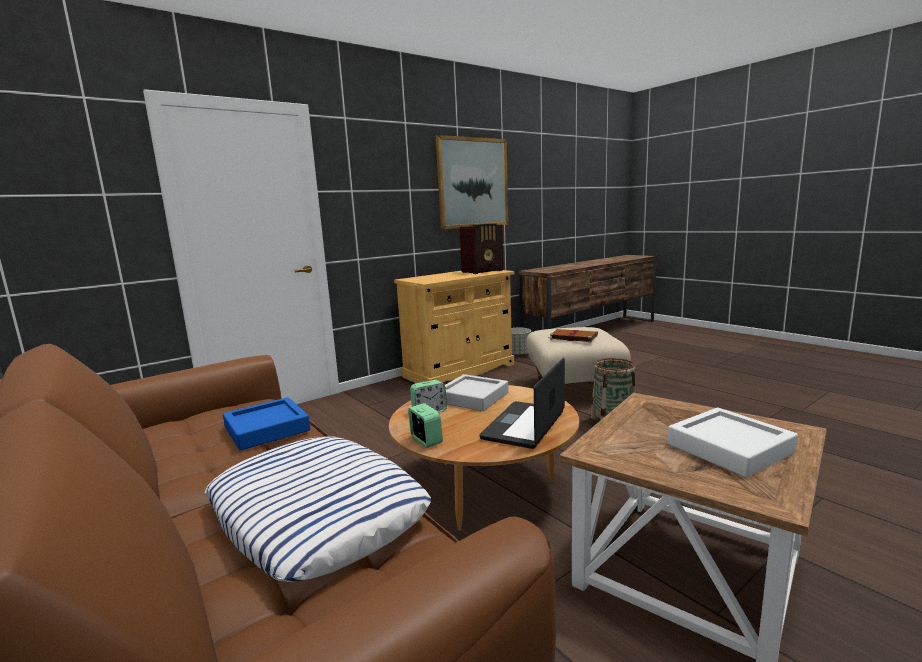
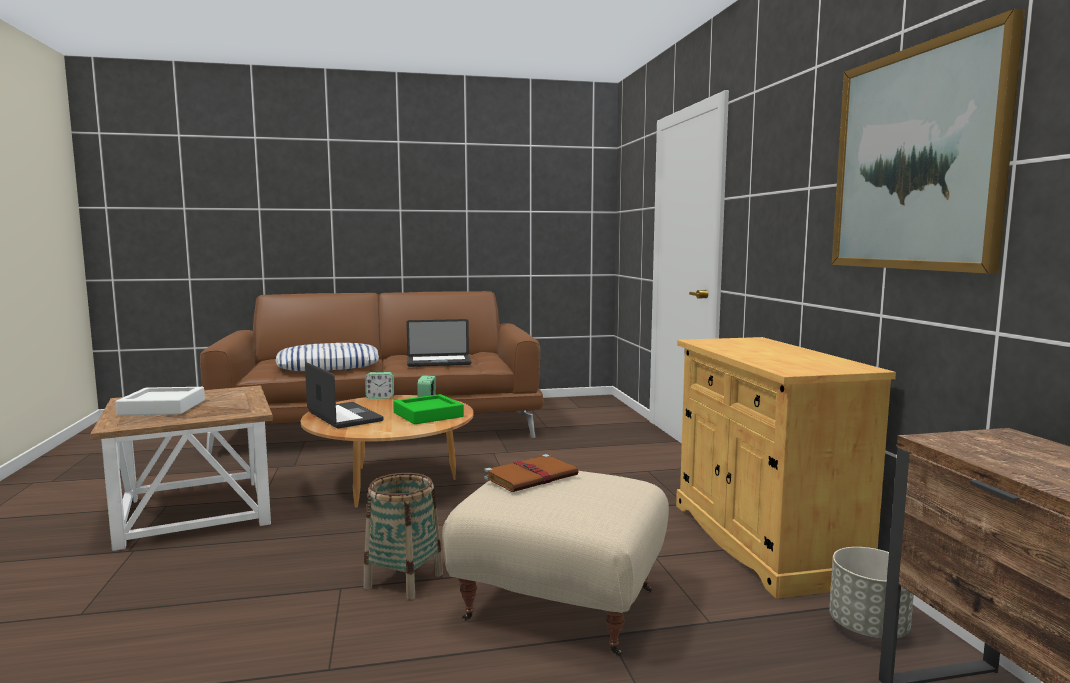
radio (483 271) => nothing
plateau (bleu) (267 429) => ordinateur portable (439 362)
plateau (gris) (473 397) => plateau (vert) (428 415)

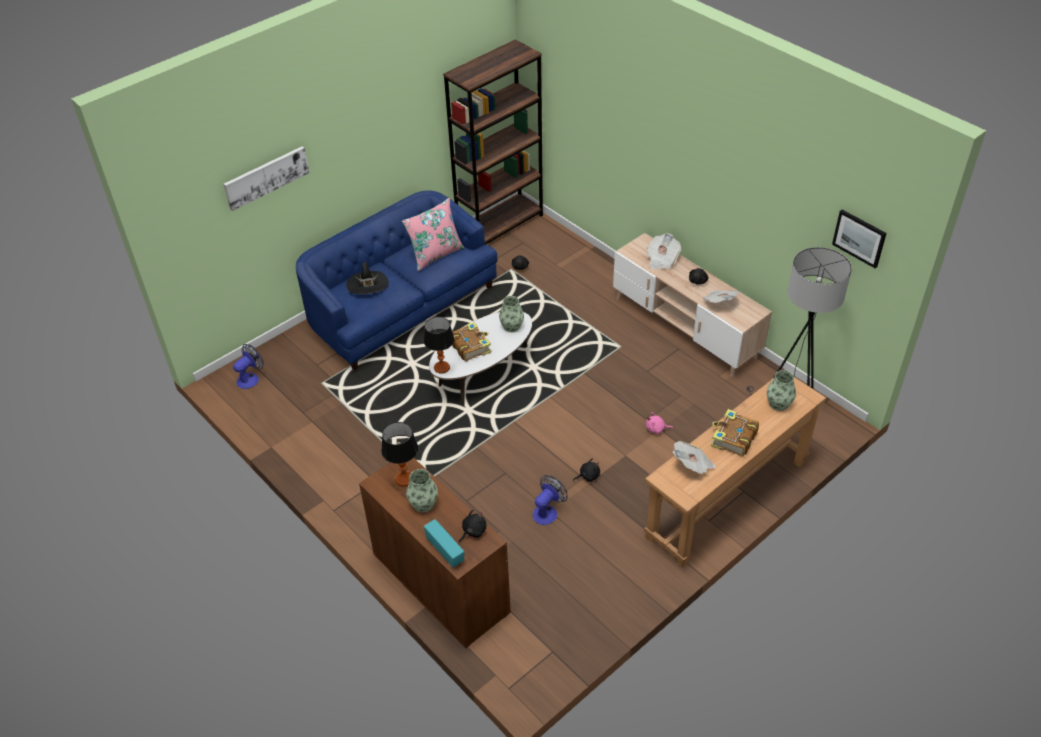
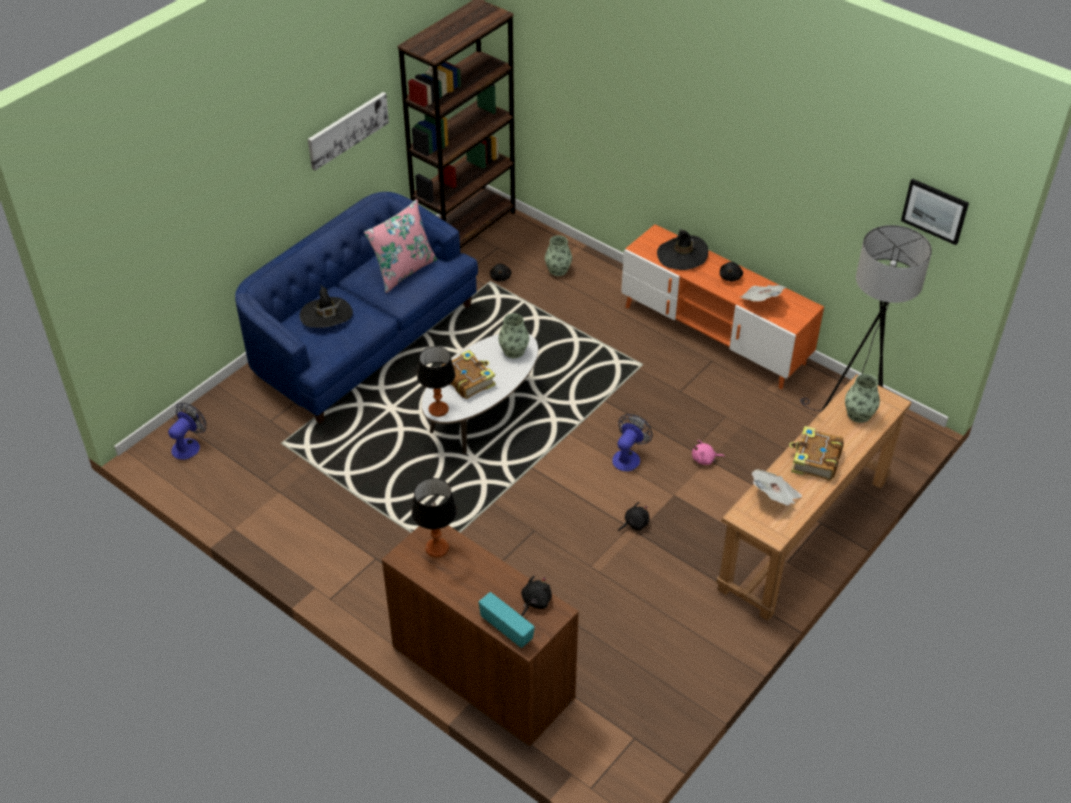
tableau (266 177) => tableau (347 129), move
vase (423 503) => vase (558 270), move
ventilateur (547 511) => ventilateur (628 457), move
journal (661 259) => chapeau (noir) (682 255)
meuble télé (beige) (685 327) => meuble télé (orange) (714 334)

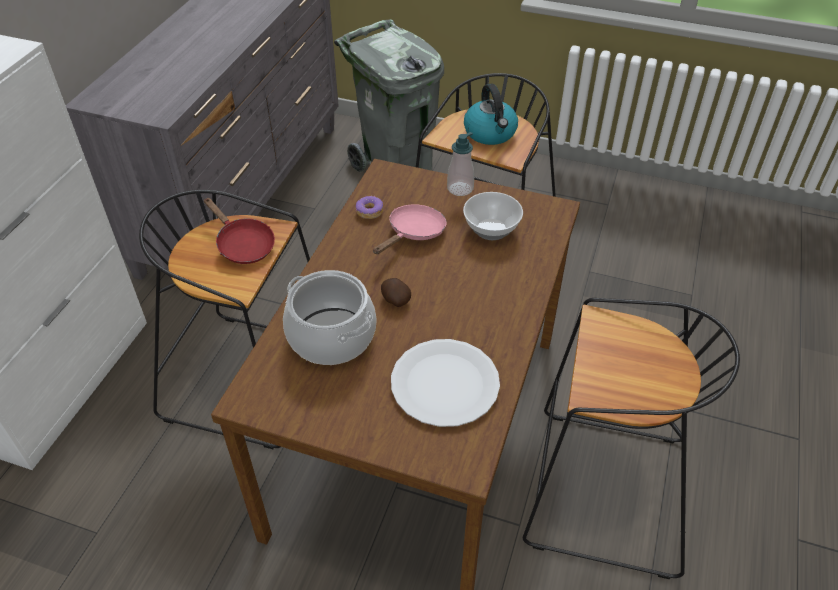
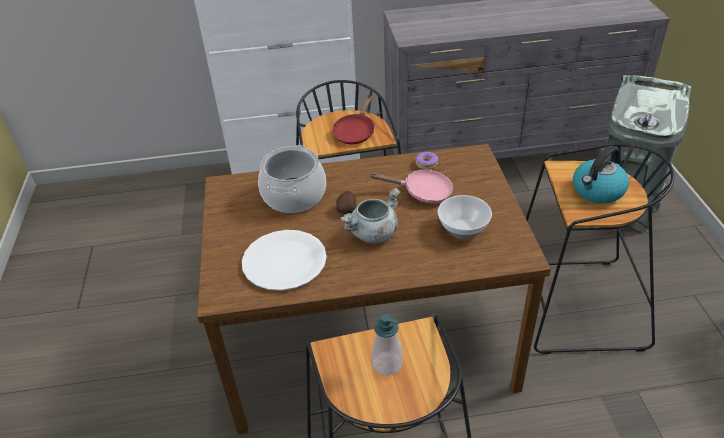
nothing => marmite (gris) (373 234)
distributeur de savon (460 188) => distributeur de savon (387 364), move

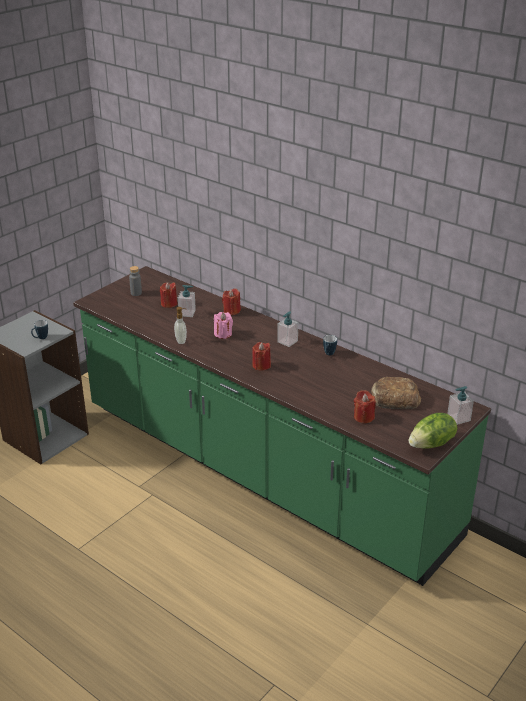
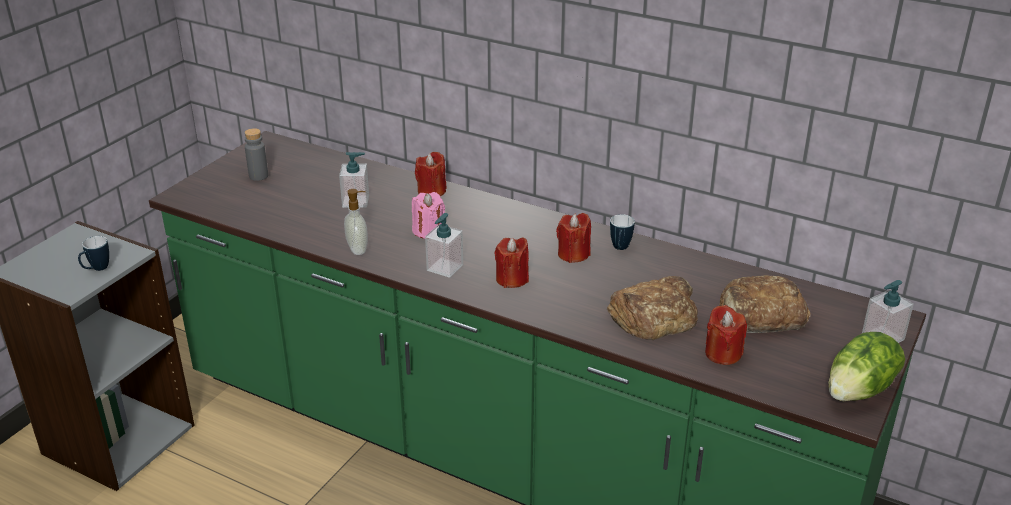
nothing => pain (654 316)
bougie (rouge) (169 304) => bougie (rouge) (573 254), move
distributeur de savon (287 341) => distributeur de savon (444 267), move

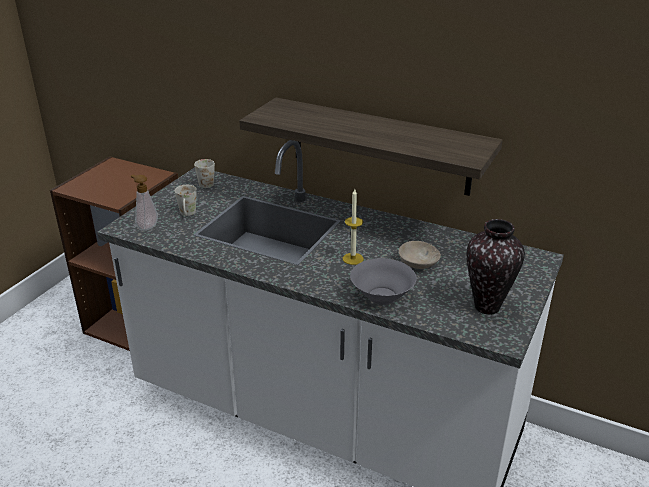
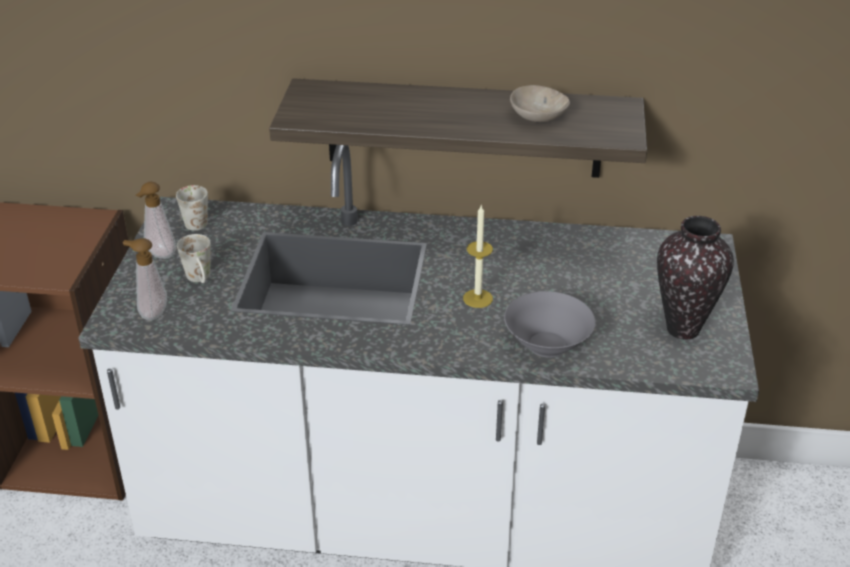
nothing => distributeur de savon (159 256)
bol (beige) (417 263) => bol (beige) (536 116), move

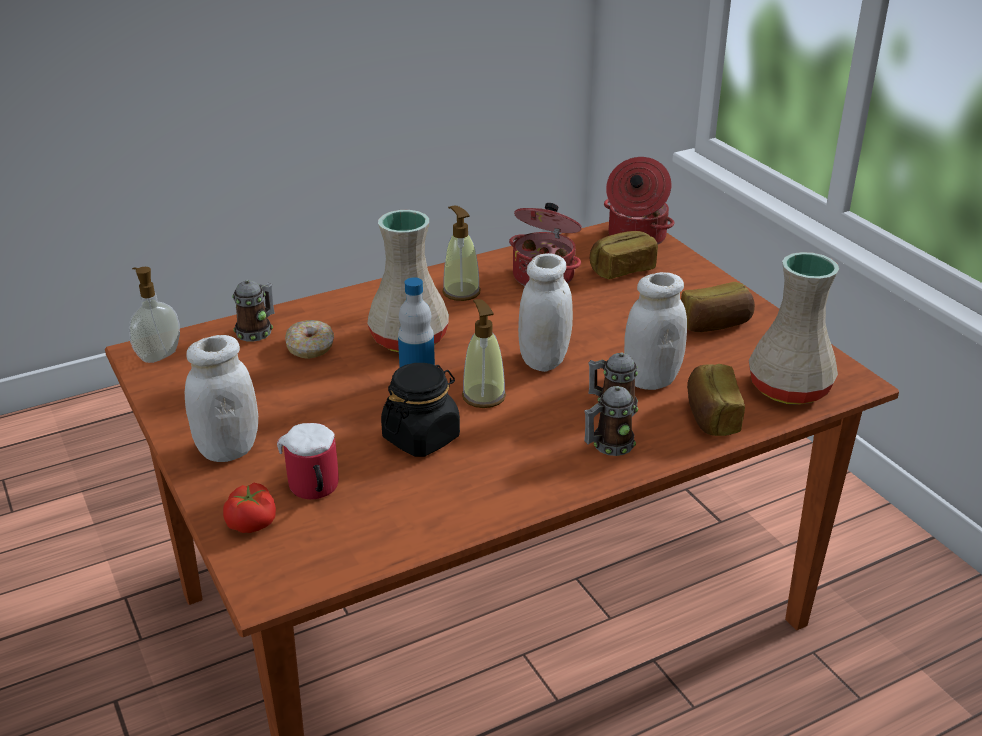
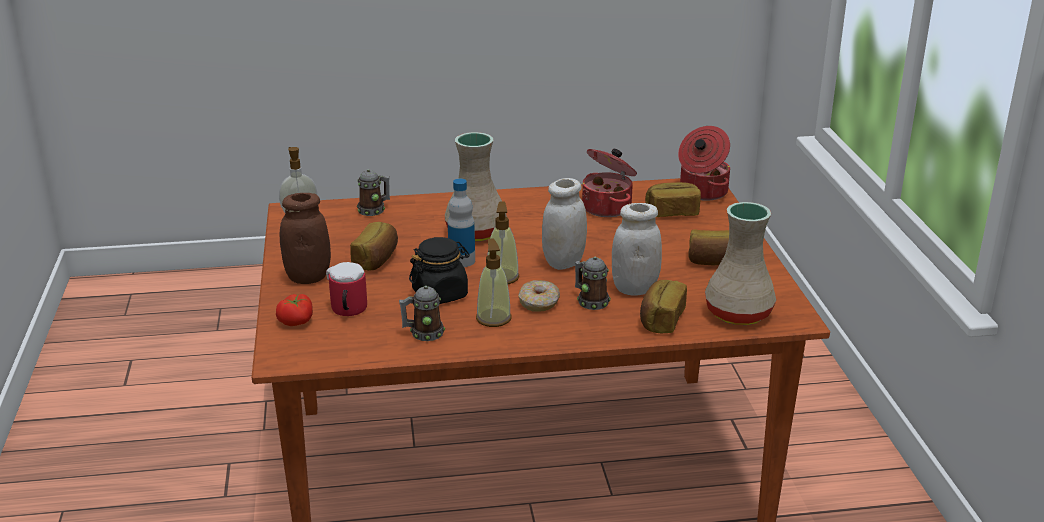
nothing => pain (377 259)
beignet (310 347) => beignet (539 303), move
distributeur de savon (461 292) => distributeur de savon (493 318), move
mug (608 446) => mug (423 333), move
bocal (blanc) (228 449) => bocal (marron) (308 277)

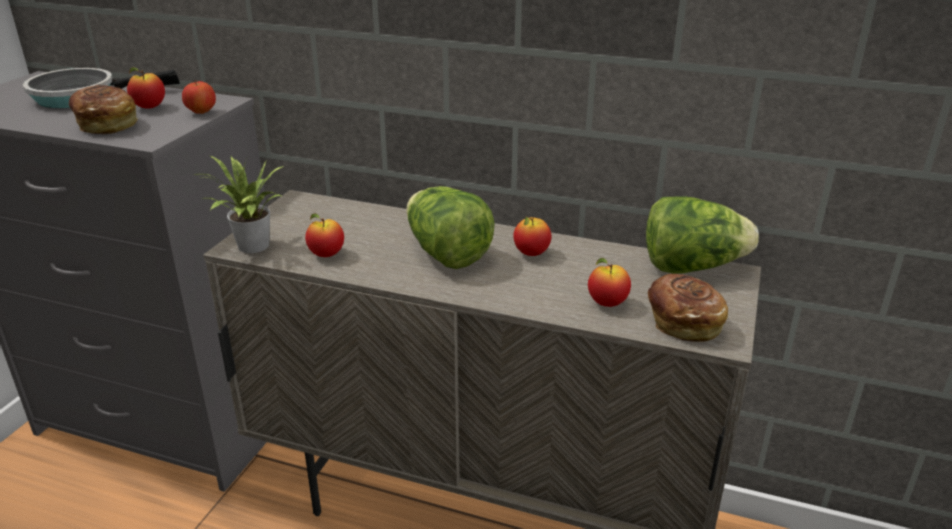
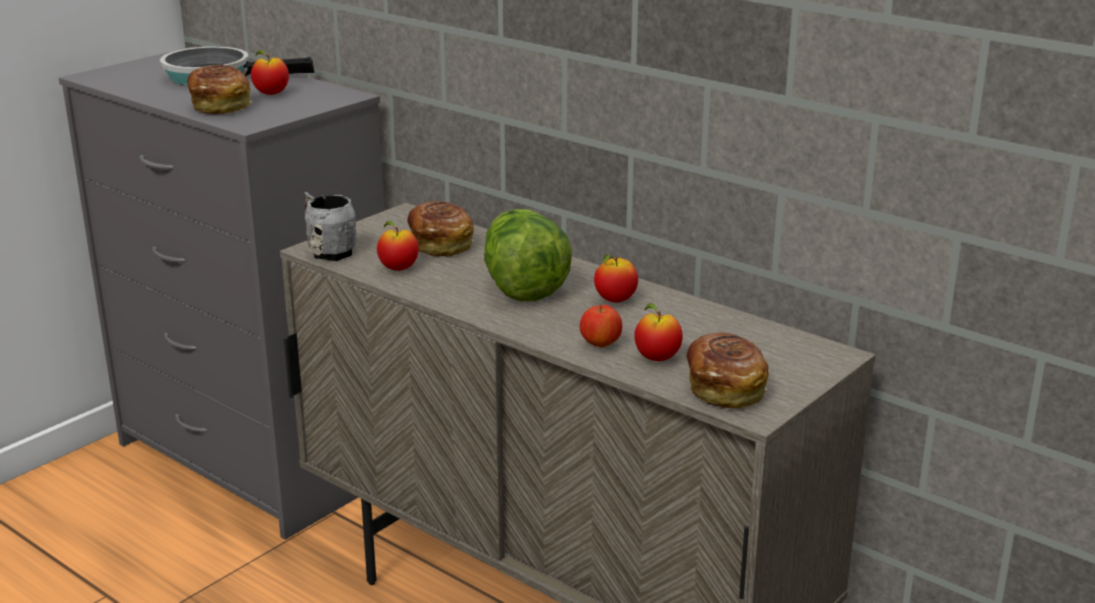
laitue (691 267) => nothing
nothing => pain (441 244)
pomme (201 112) => pomme (600 345), move
plante en pot (250 247) => mug (gris) (328 251)

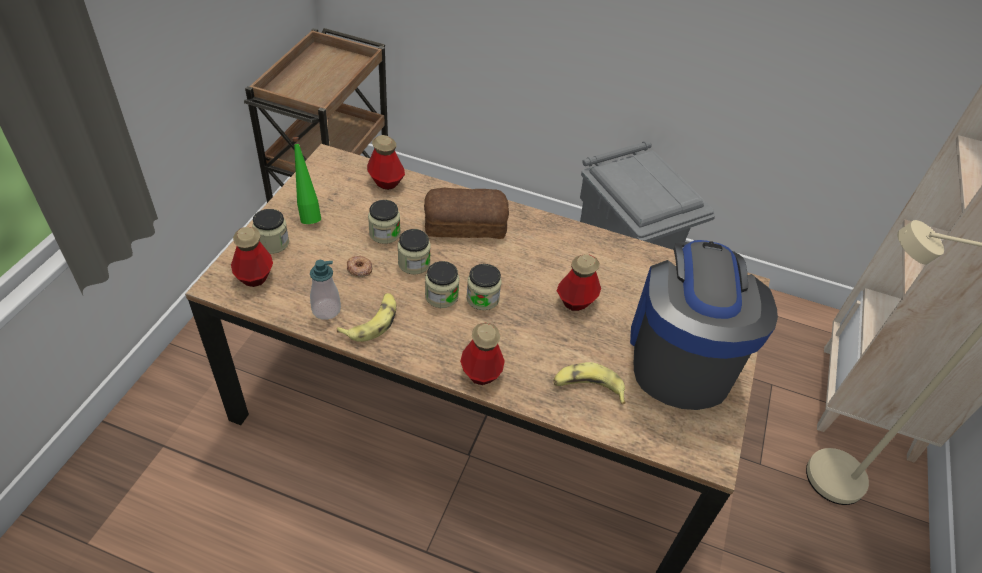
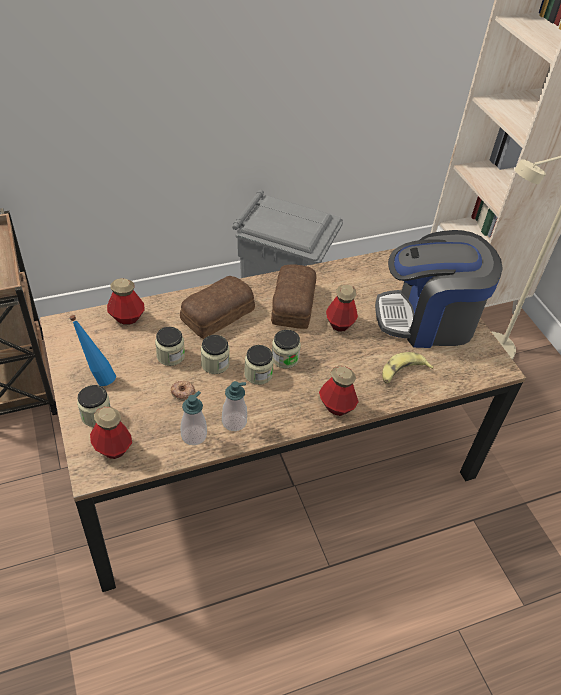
nothing => pain (292 305)
banane (372 321) => distributeur de savon (234 422)
bouteille (vert) (308 215) => bouteille (bleu) (98 377)
machine à café (680 356) => machine à café (428 320), 60 degrees counterclockwise

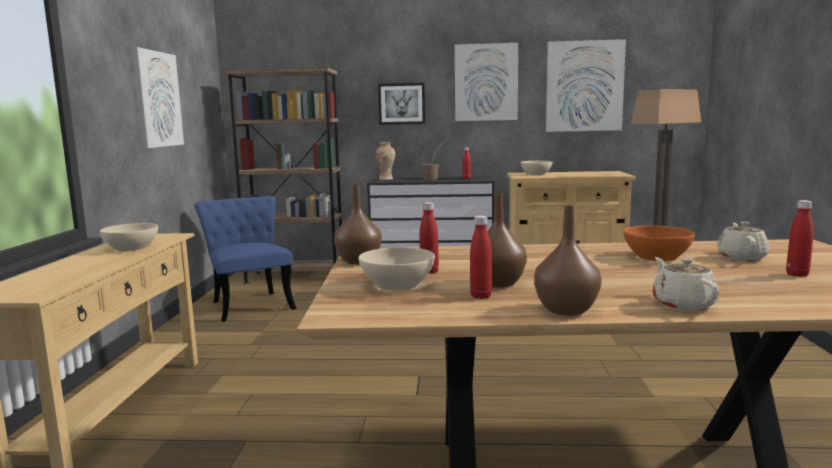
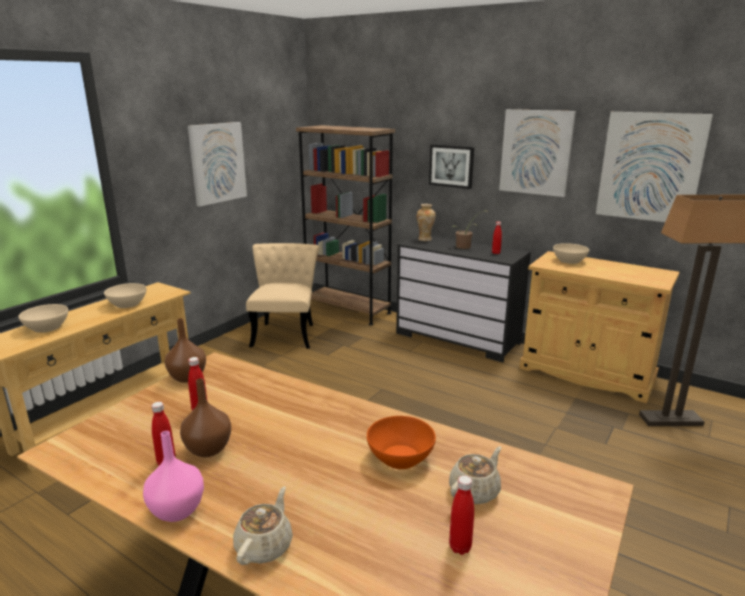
bol (beige) (397 284) => bol (beige) (47 327), move
chaise (bleu) (250 304) => chaise (beige) (286 333)
vase (marron) (567 310) => vase (rose) (178 511)

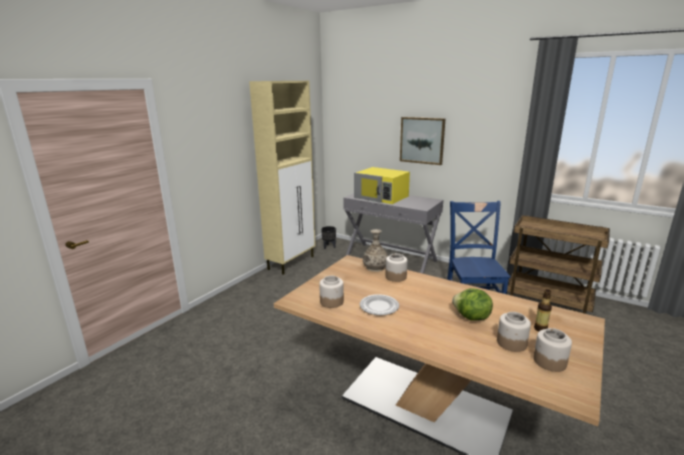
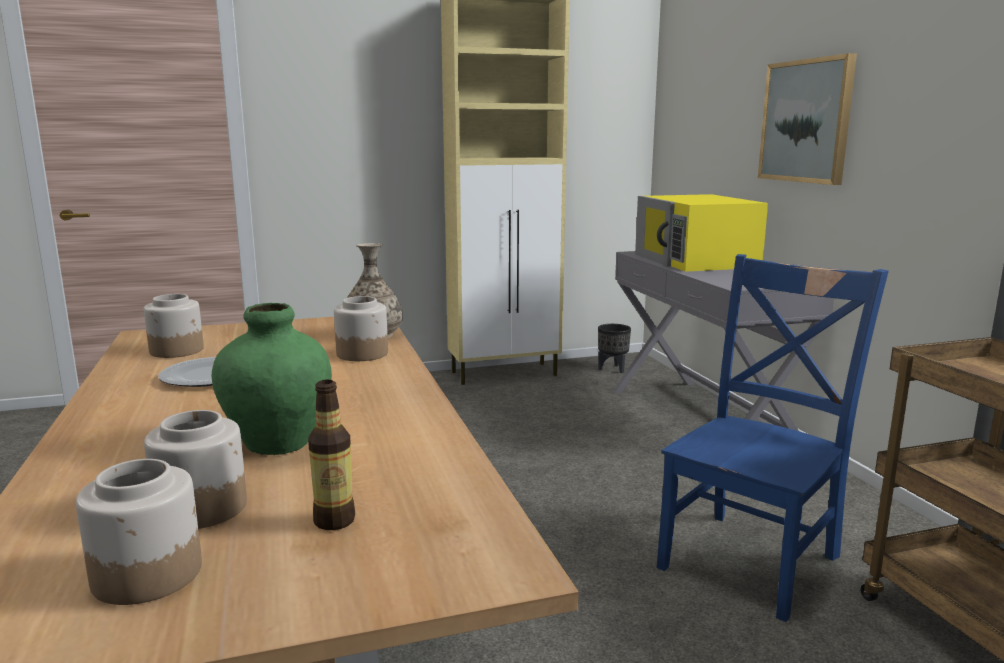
laitue (471 317) => vase (vert) (278 443)

